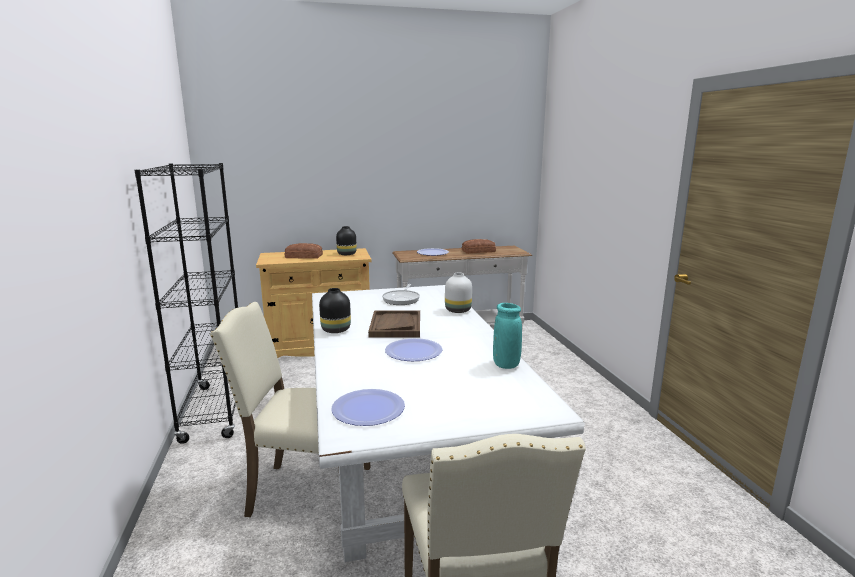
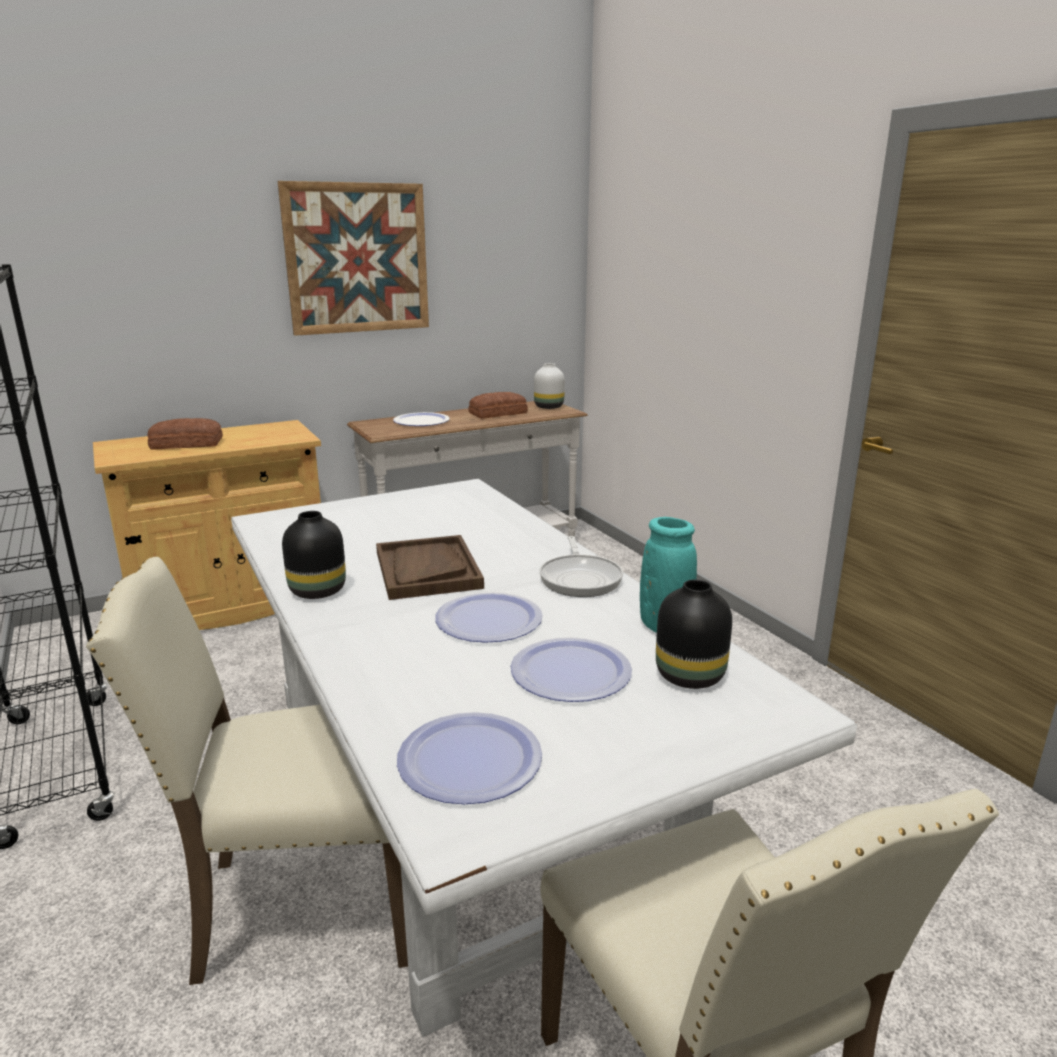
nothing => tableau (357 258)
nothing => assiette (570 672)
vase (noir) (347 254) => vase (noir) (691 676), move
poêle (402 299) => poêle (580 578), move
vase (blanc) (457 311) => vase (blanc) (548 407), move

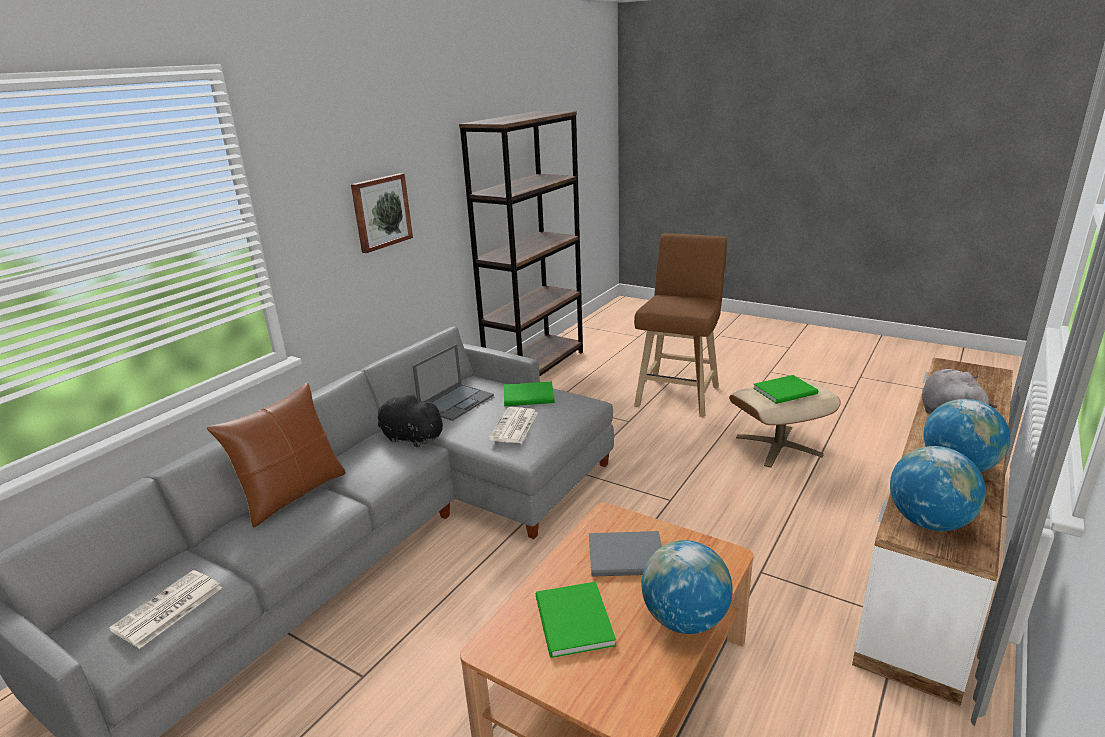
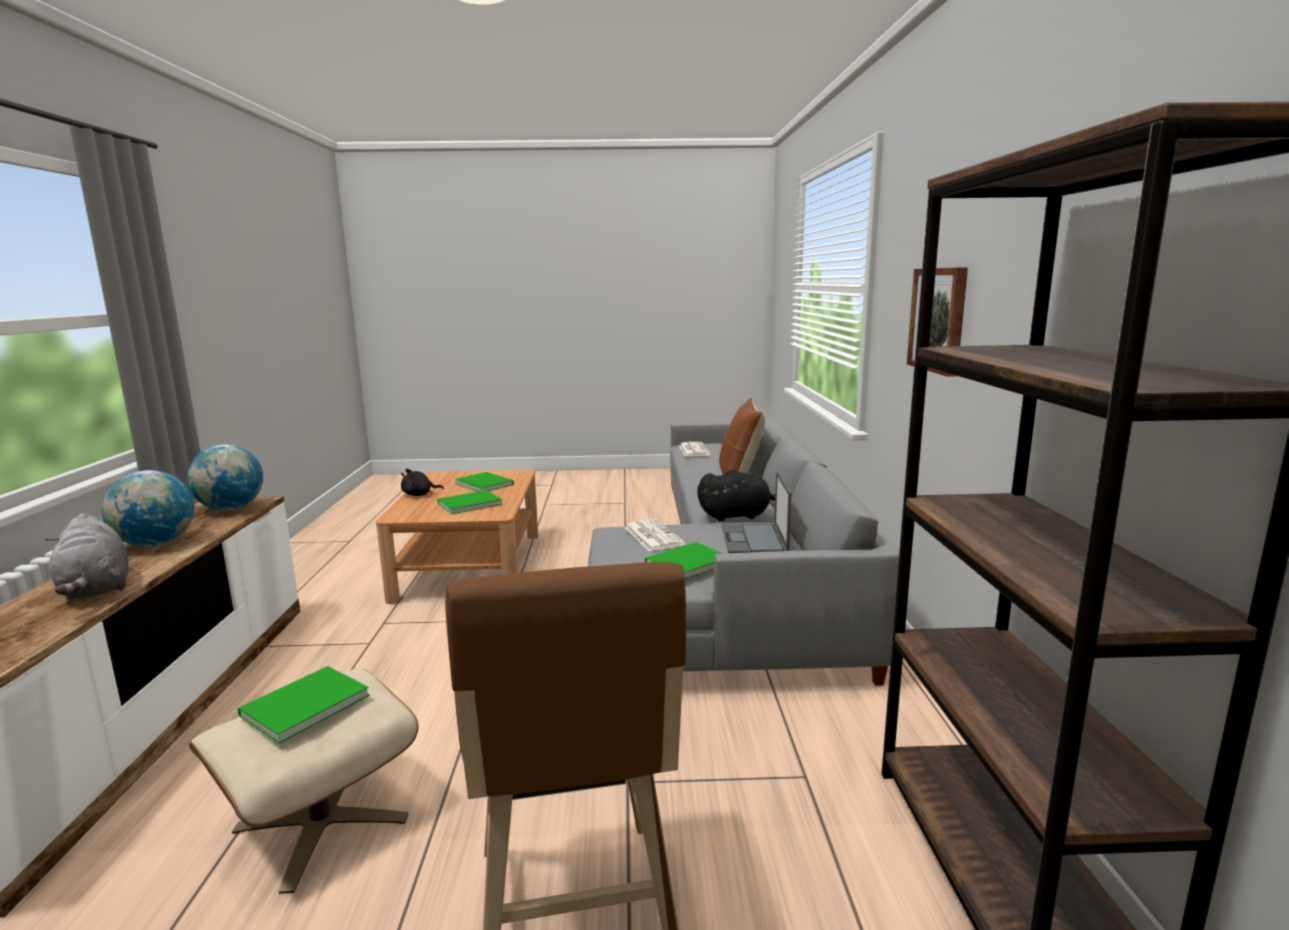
globe (684 619) => peluche (noir) (419 495)
livre (gris) (628 557) => livre (vert) (467 504)

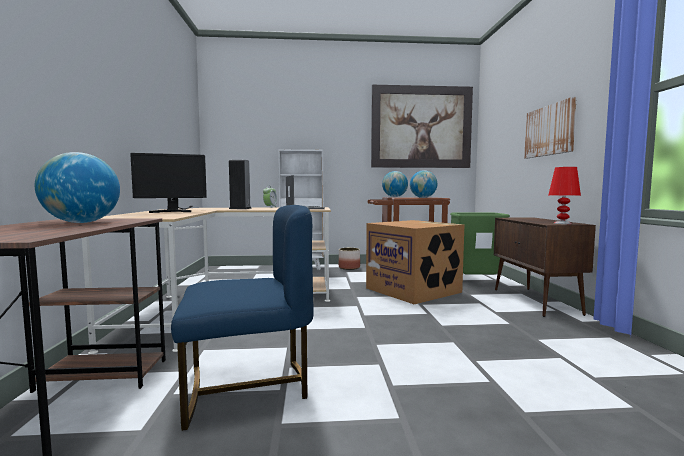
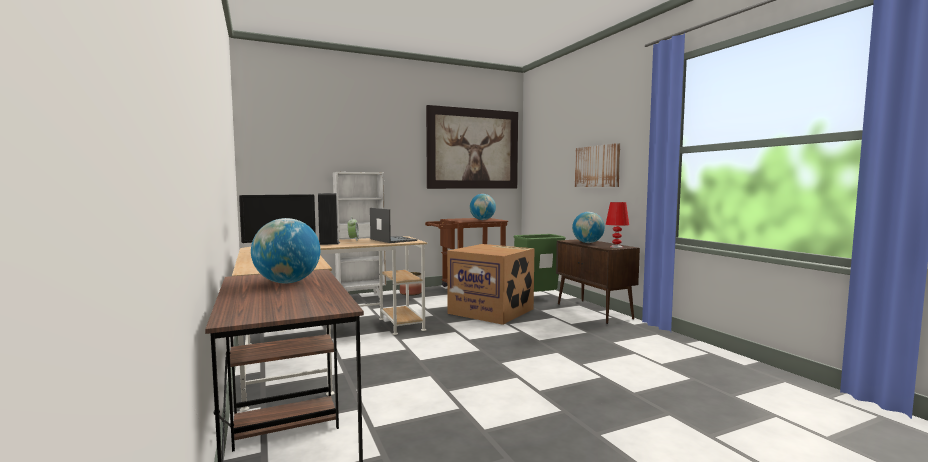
chaise (bleu) (247 387) => nothing
globe (394 197) => globe (588 243), move

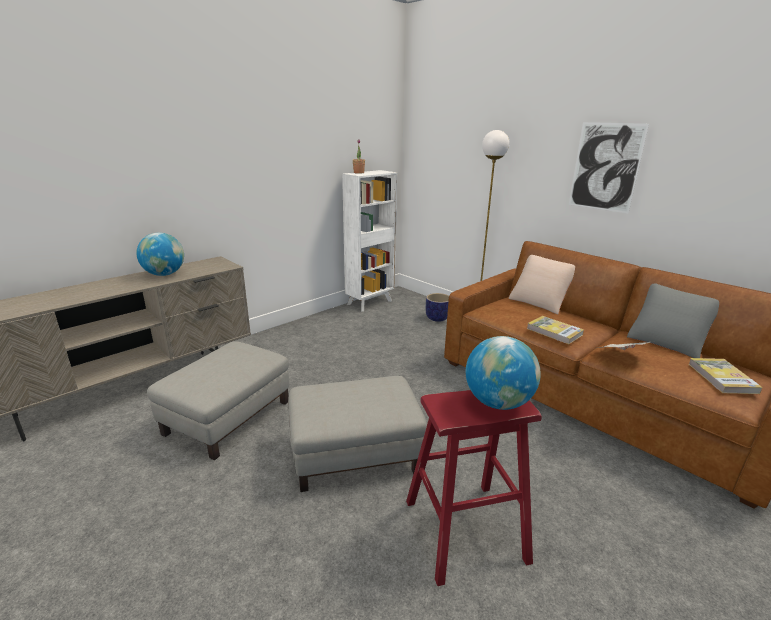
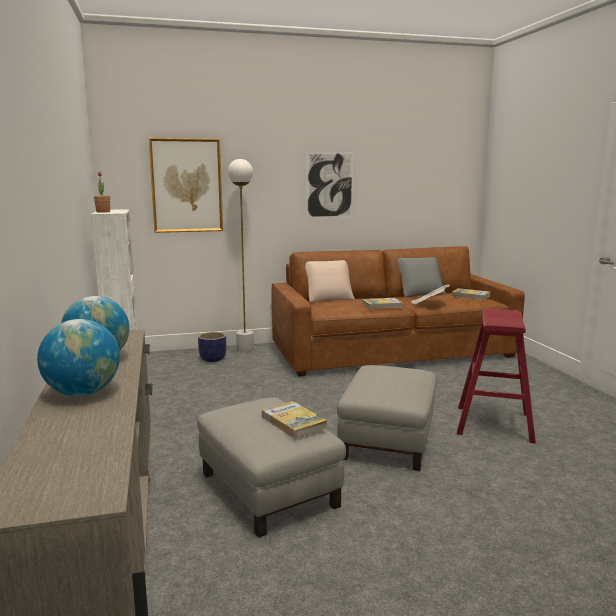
nothing => tableau (186 185)
nothing => livre (293 422)
globe (498 402) => globe (83 393), move

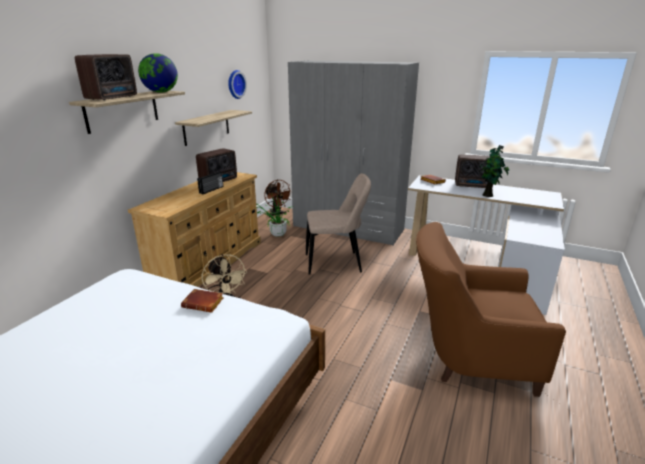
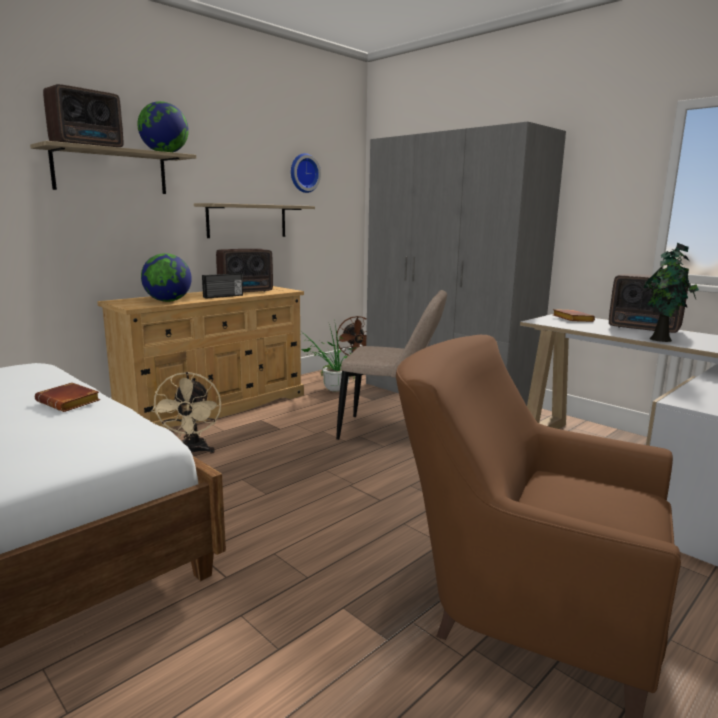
nothing => globe (168 301)

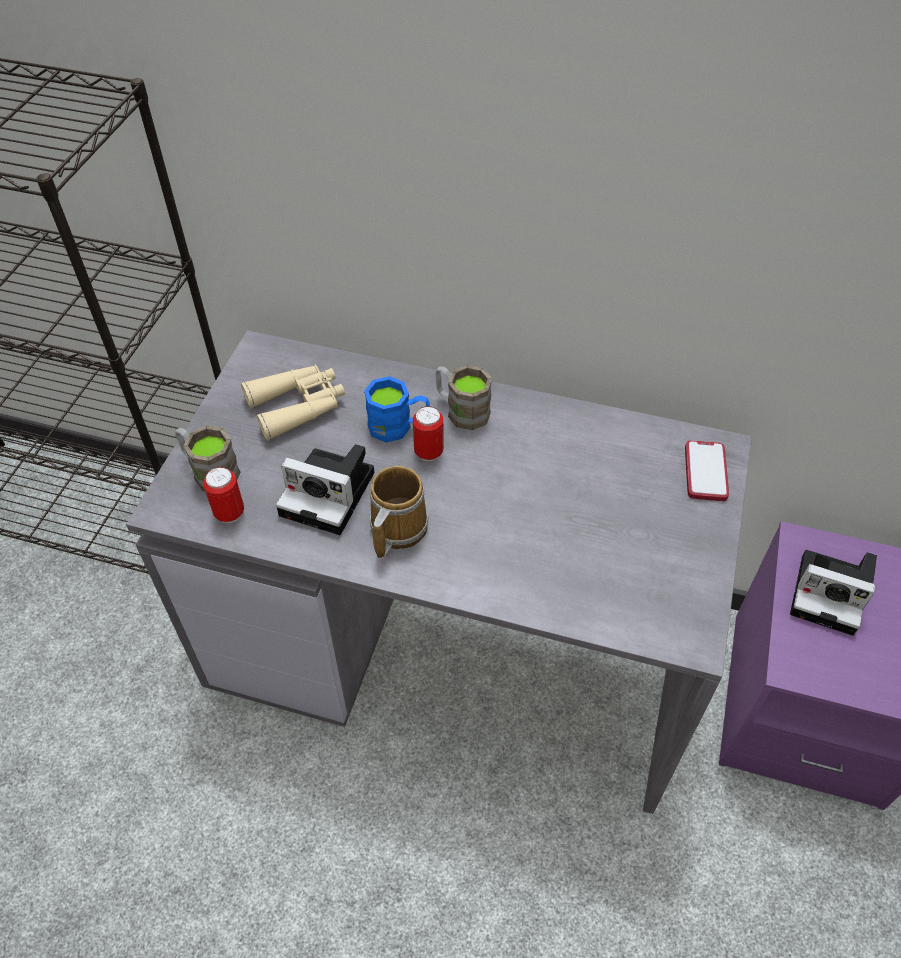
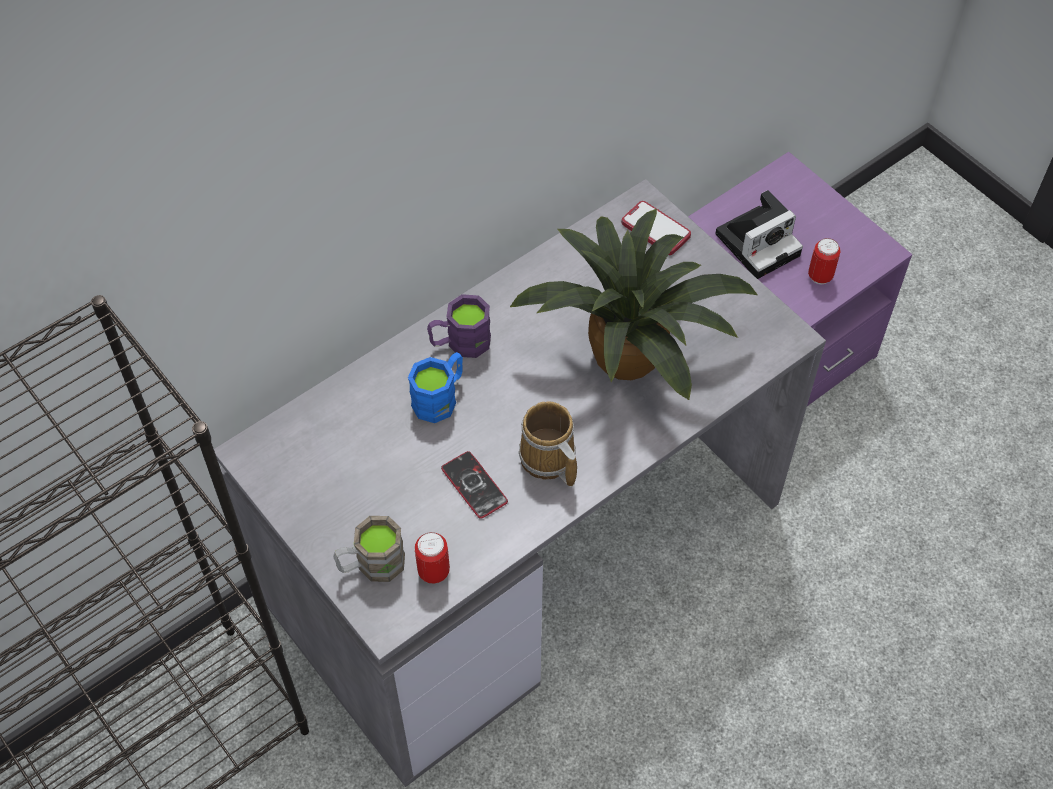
jumelles (beige) (298 406) => nothing
nothing => plante en pot (631 352)
boîte métallique (428 452) => boîte métallique (820 276), move
appareil photo (331 493) => téléphone (474 485)
mug (marron) (461 409) => mug (violet) (460 343)

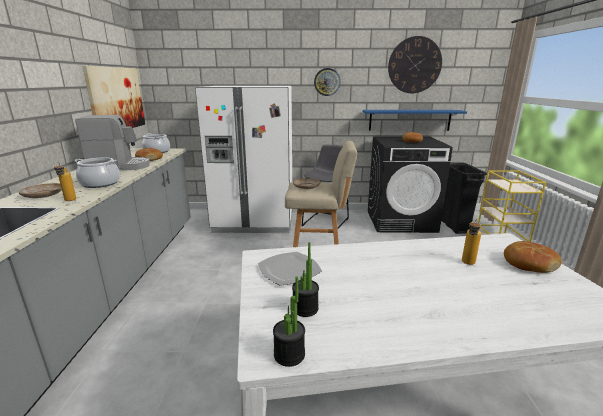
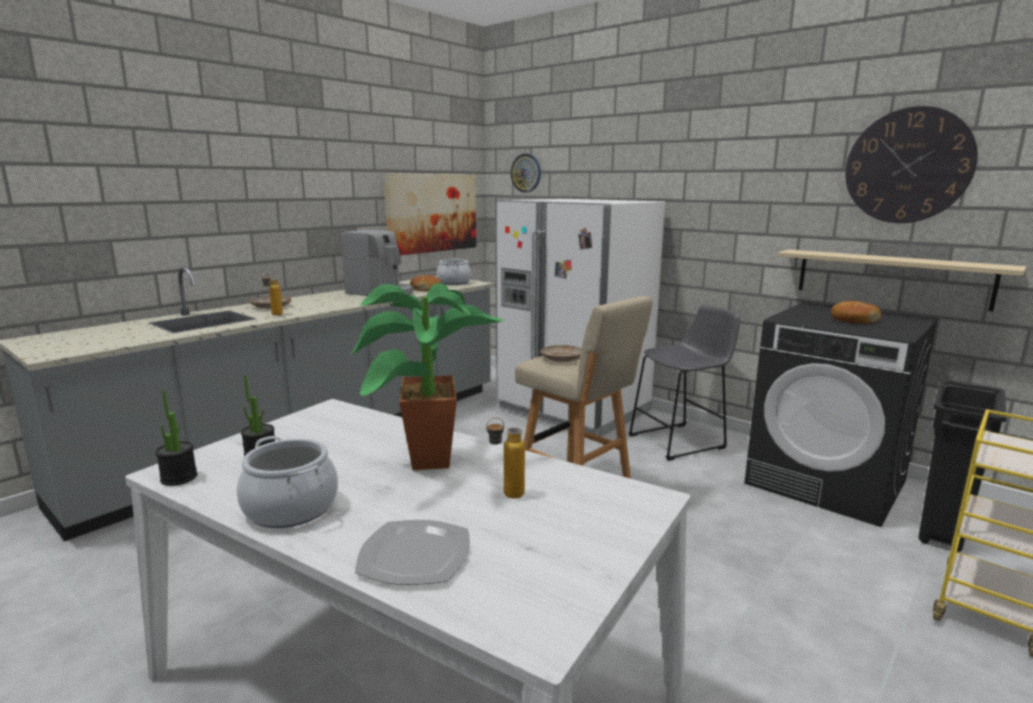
pain (528 264) => nothing
nothing => plante en pot (425 466)
marmite (100 183) => marmite (291 508), move
assiette (289 270) => assiette (416 555), move
horloge murale (327 82) => horloge murale (526 173), move
étagère (bleu) (409 120) => étagère (beige) (891 278)

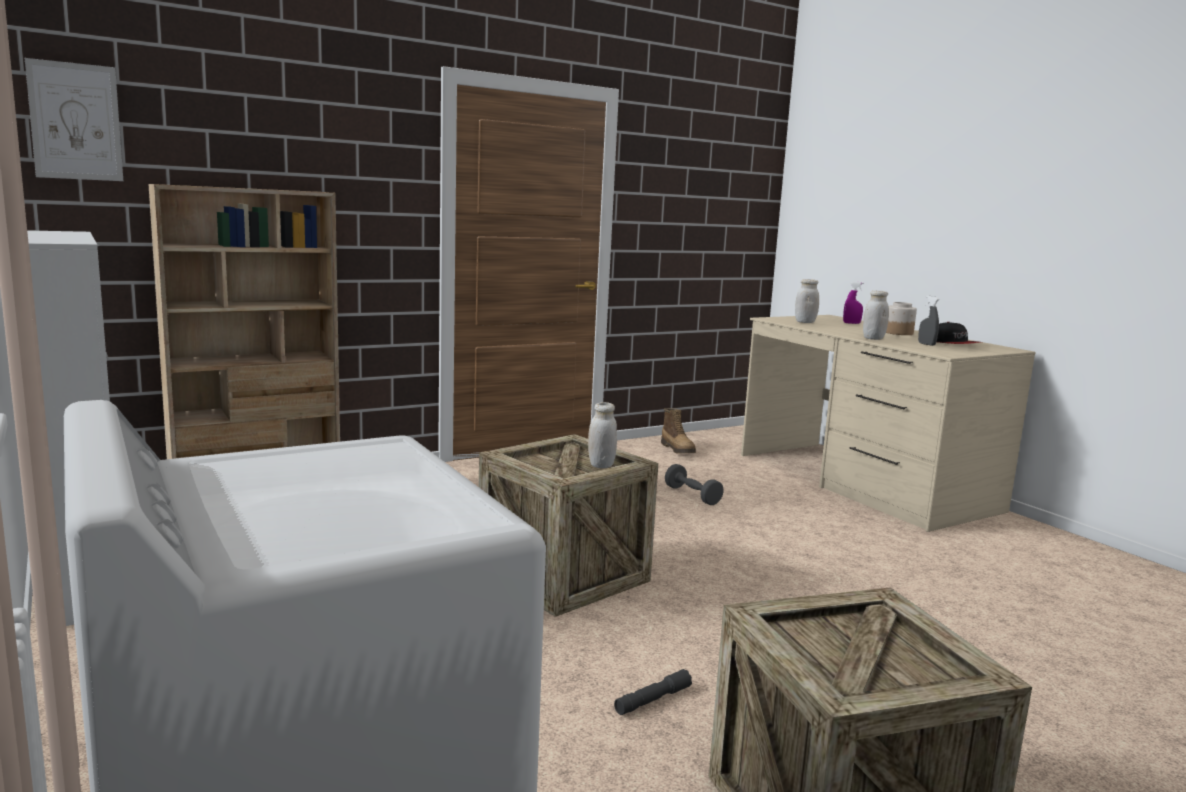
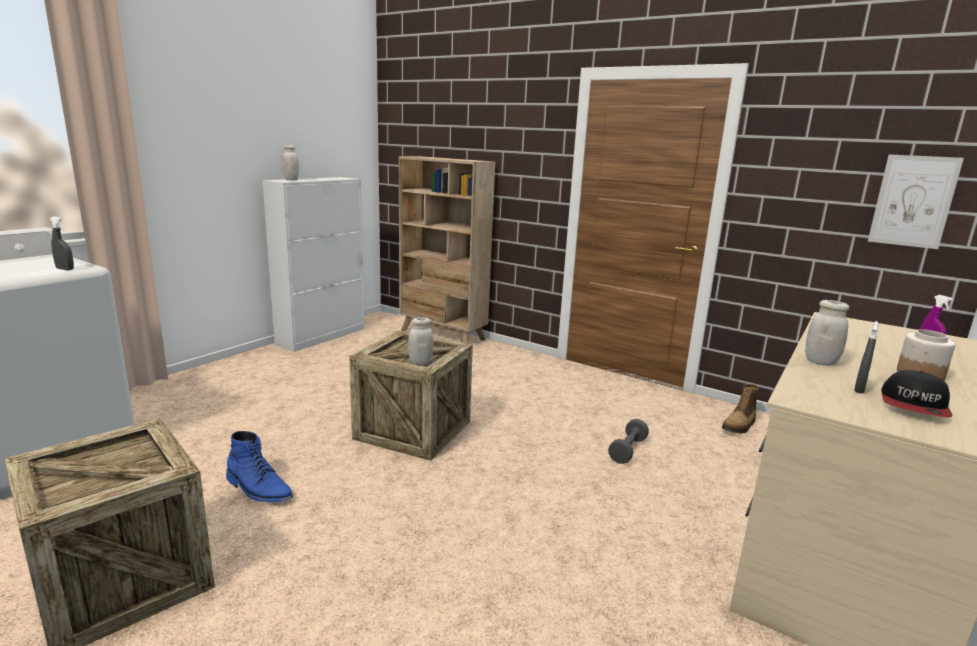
nothing => vaporisateur (gris) (65 269)
tableau (75 121) => tableau (913 201), move
bocal (blanc) (805 322) => bocal (blanc) (291 180), move
lampe de poche (gris) (653 700) => botte (bleu) (259 489)

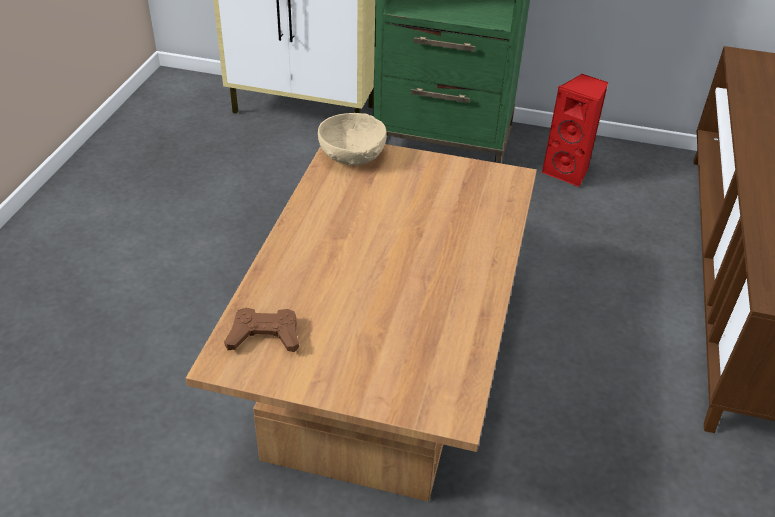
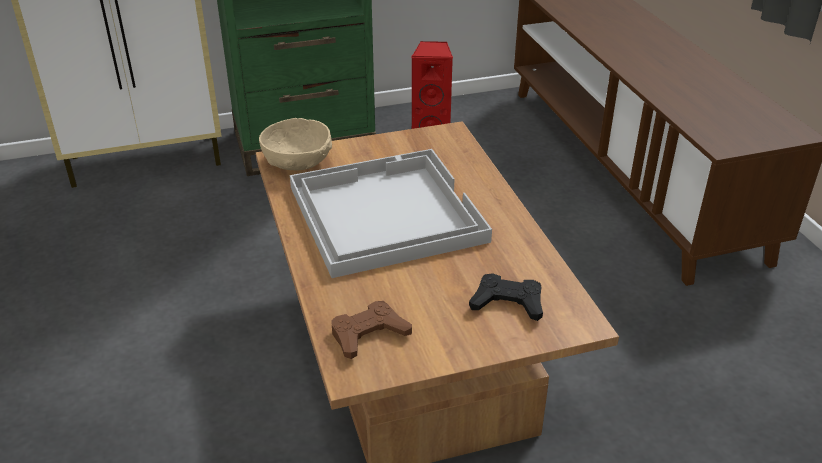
nothing => plateau (blanc) (384 213)
nothing => manette (noir) (508 303)

